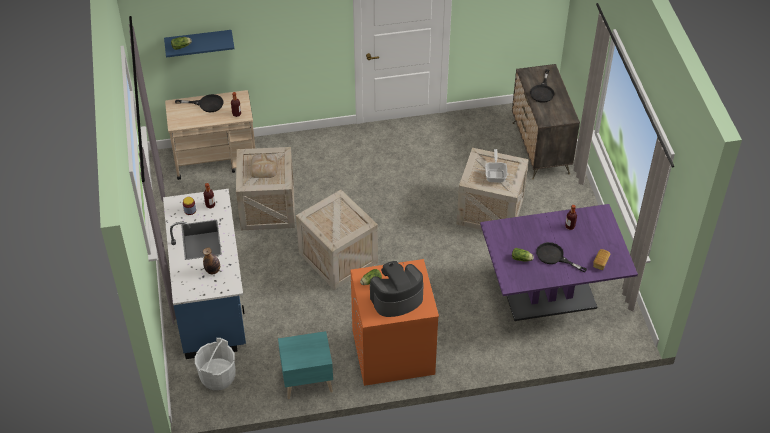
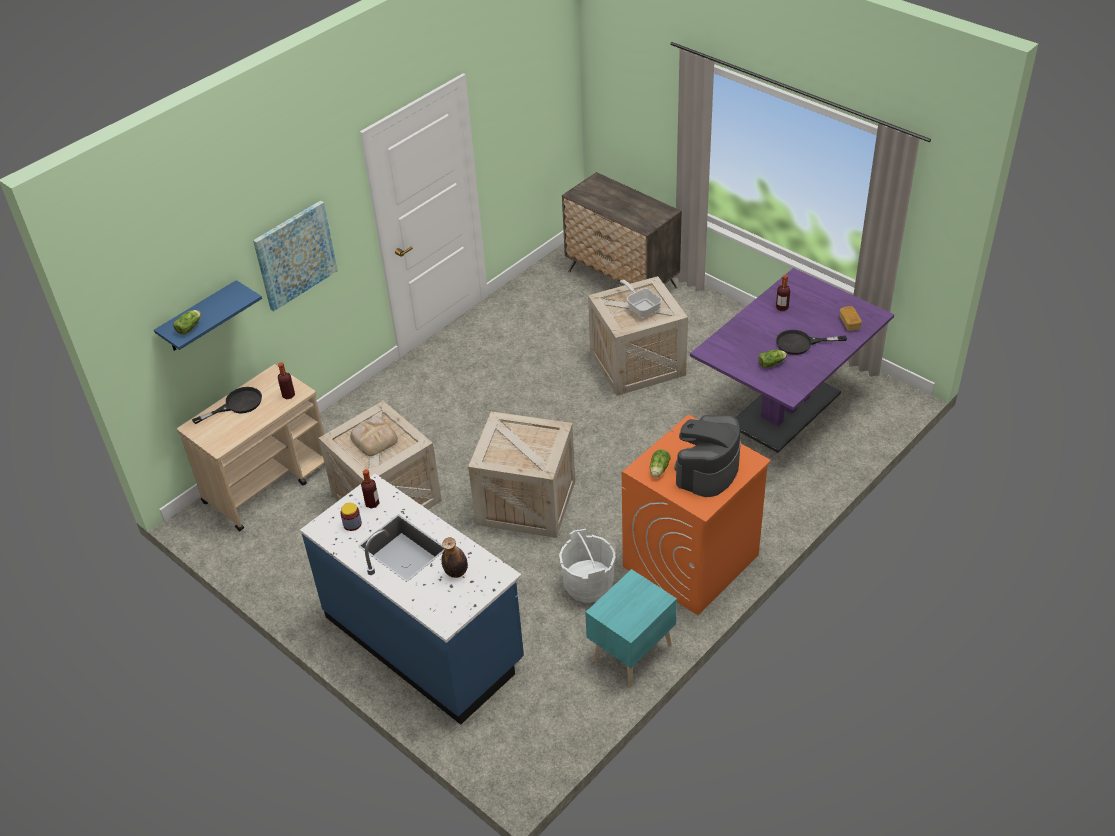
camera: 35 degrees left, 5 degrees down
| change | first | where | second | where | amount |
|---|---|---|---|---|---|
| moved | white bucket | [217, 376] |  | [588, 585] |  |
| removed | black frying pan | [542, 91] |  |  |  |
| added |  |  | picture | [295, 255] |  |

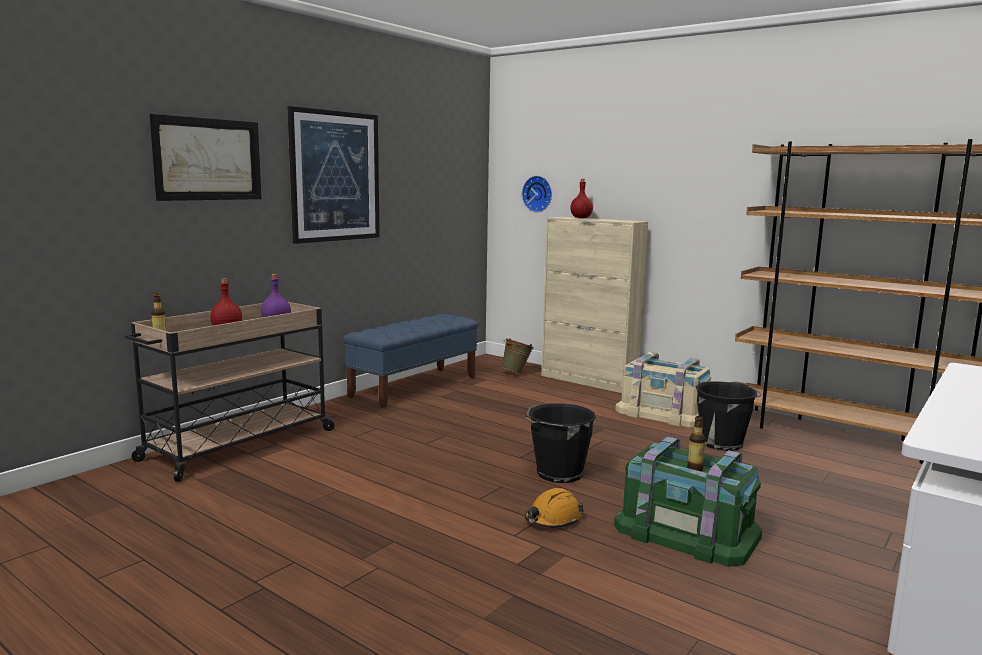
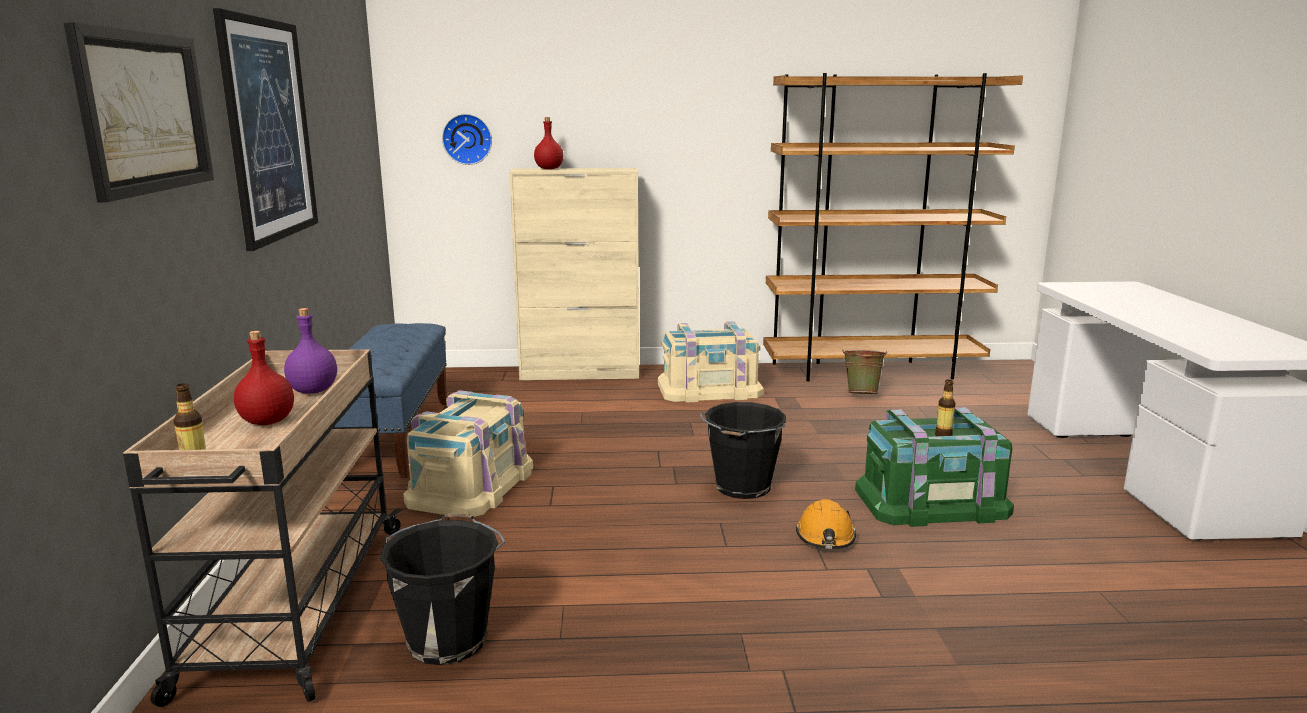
camera: 40 degrees left, 5 degrees up
| change | first | where | second | where | amount |
|---|---|---|---|---|---|
| moved | green bucket | [517, 373] |  | [862, 394] |  |
| moved | black bucket | [722, 443] |  | [448, 638] |  |
| added |  |  | beige storage box | [470, 484] |  |

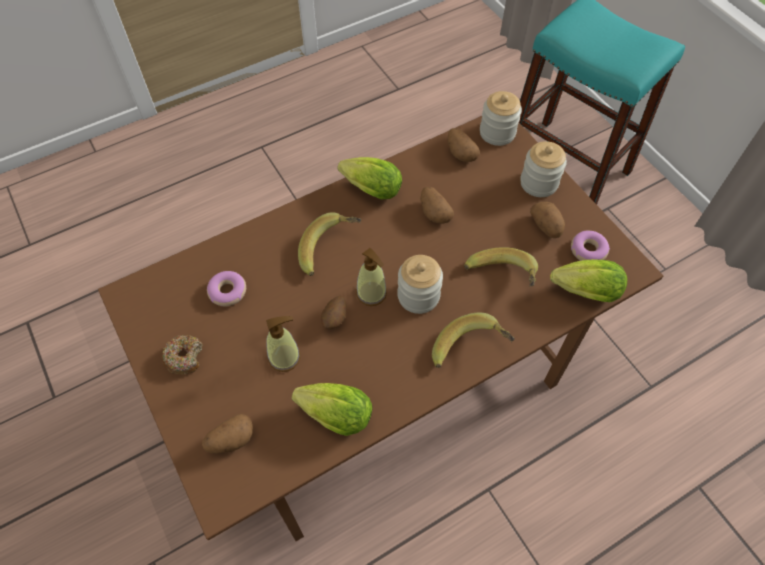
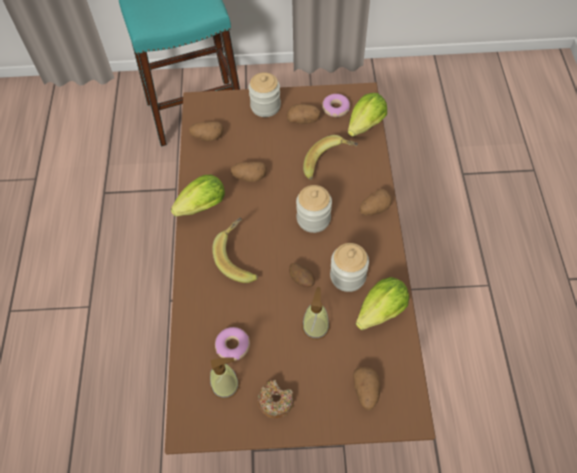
camera: 60 degrees left, 0 degrees up
| change | first | where | second | where | amount |
|---|---|---|---|---|---|
| moved | soap dispenser | [371, 293] |  | [225, 385] |  |
| replaced | banana | [470, 351] | potato | [374, 209] |  |
| moved | jar | [497, 132] |  | [348, 276] |  |

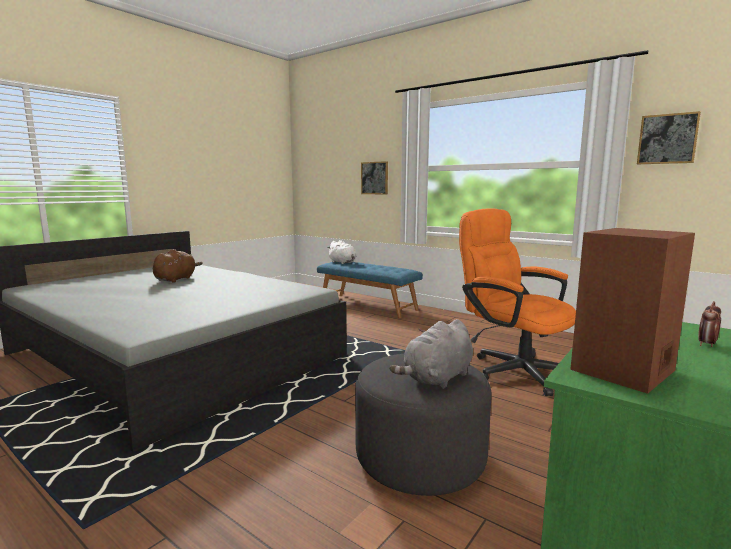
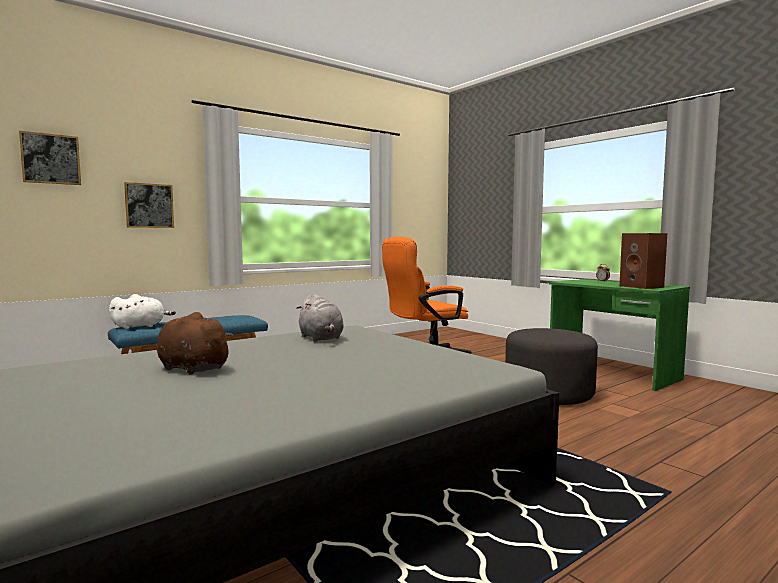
camera: 75 degrees left, 5 degrees down
| change | first | where | second | where | amount |
|---|---|---|---|---|---|
| moved | grey plush toy | [437, 378] |  | [321, 338] |  |
| moved | picture | [667, 139] |  | [51, 159] |  |

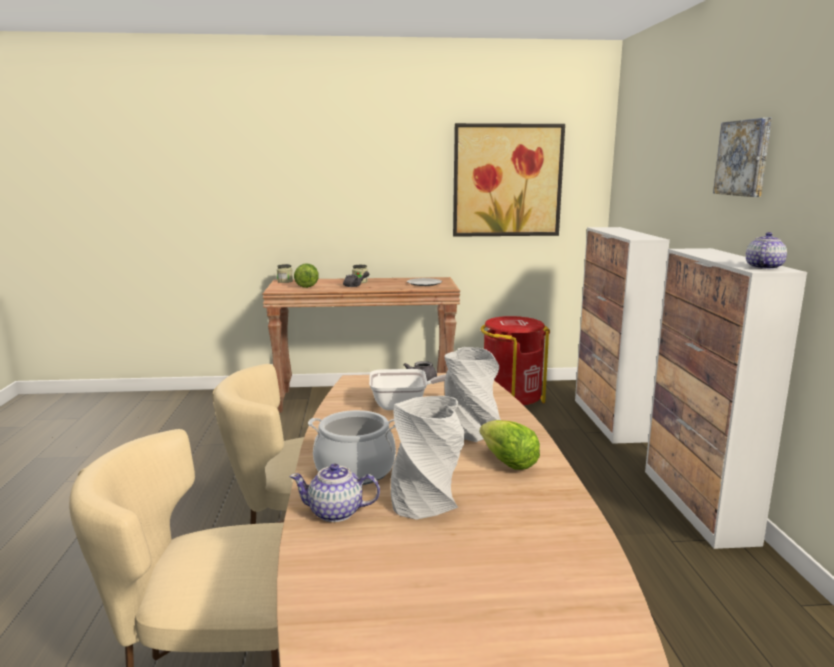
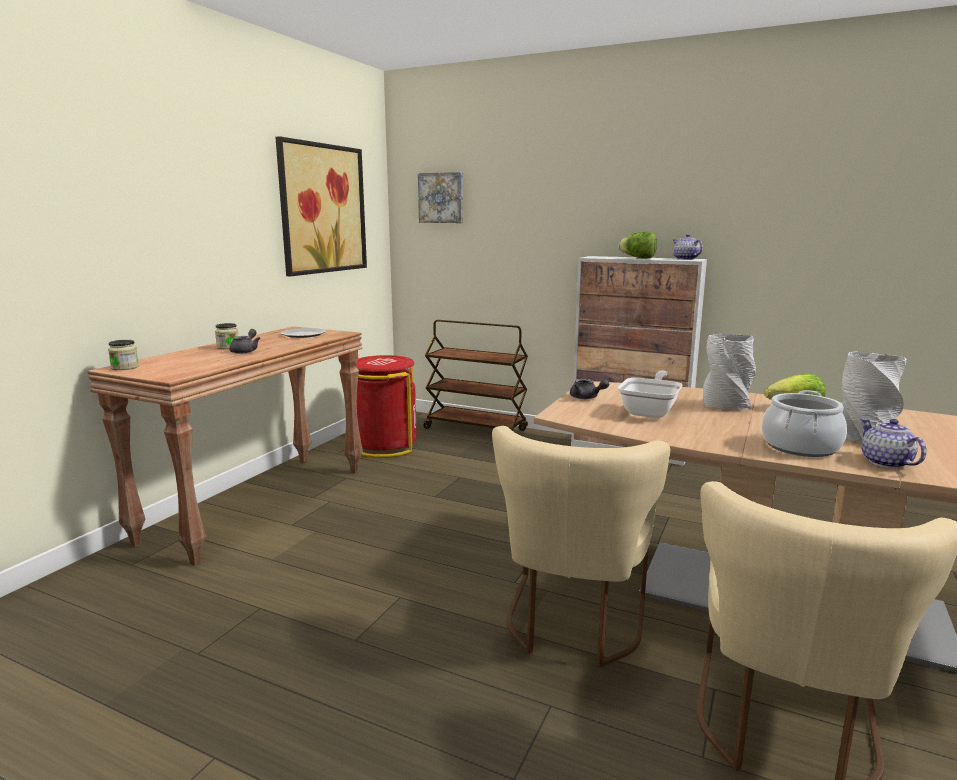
camera: 60 degrees left, 0 degrees up
| change | first | where | second | where | amount |
|---|---|---|---|---|---|
| turned | teapot | [336, 512] |  | [886, 463] | 135 degrees clockwise |
| moved | lettuce | [307, 286] |  | [638, 258] |  |
| replaced | cabinet | [608, 420] | brown cart | [476, 429] |  |
| moved | picture | [744, 158] |  | [441, 198] |  |

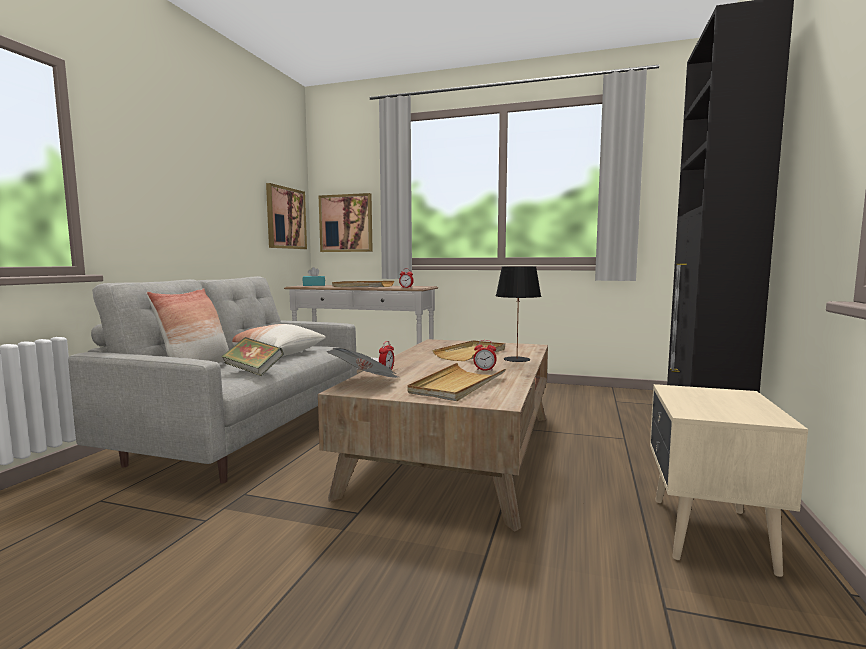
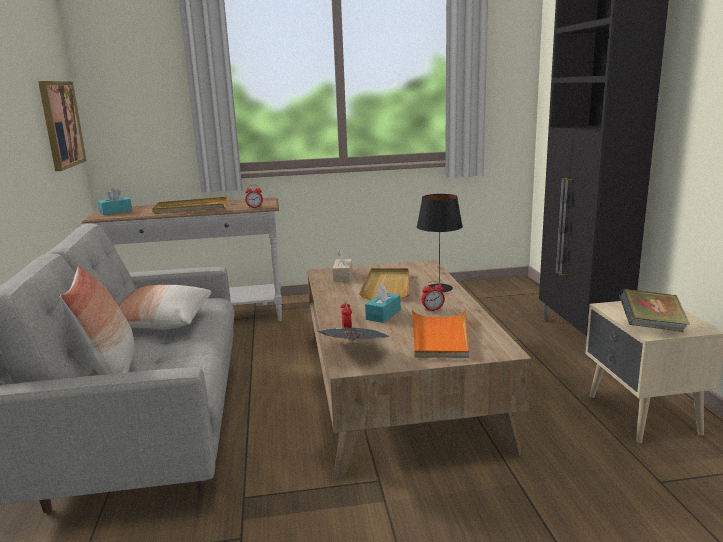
camera: 25 degrees left, 10 degrees up
| change | first | where | second | where | amount |
|---|---|---|---|---|---|
| moved | book | [253, 371] |  | [651, 327] |  |
| removed | picture | [346, 223] |  |  |  |
| recoloured | beige tray | [457, 385] | orange tray | [439, 336] |  |
| added |  |  | beige tissue box | [343, 276] |  |
| added |  |  | turquoise tissue box | [383, 315] |  |

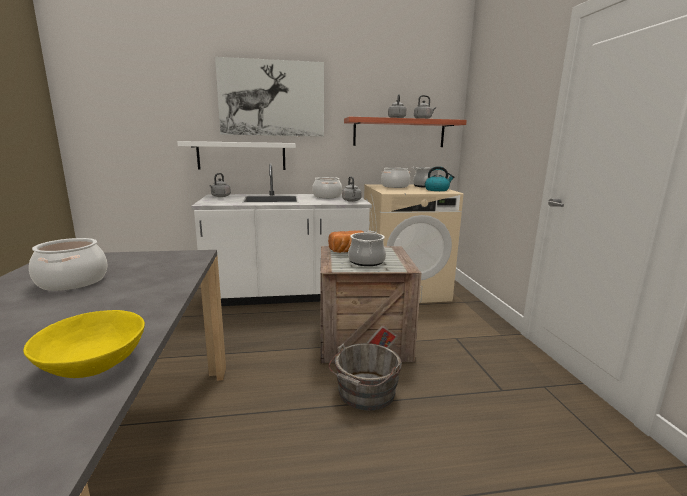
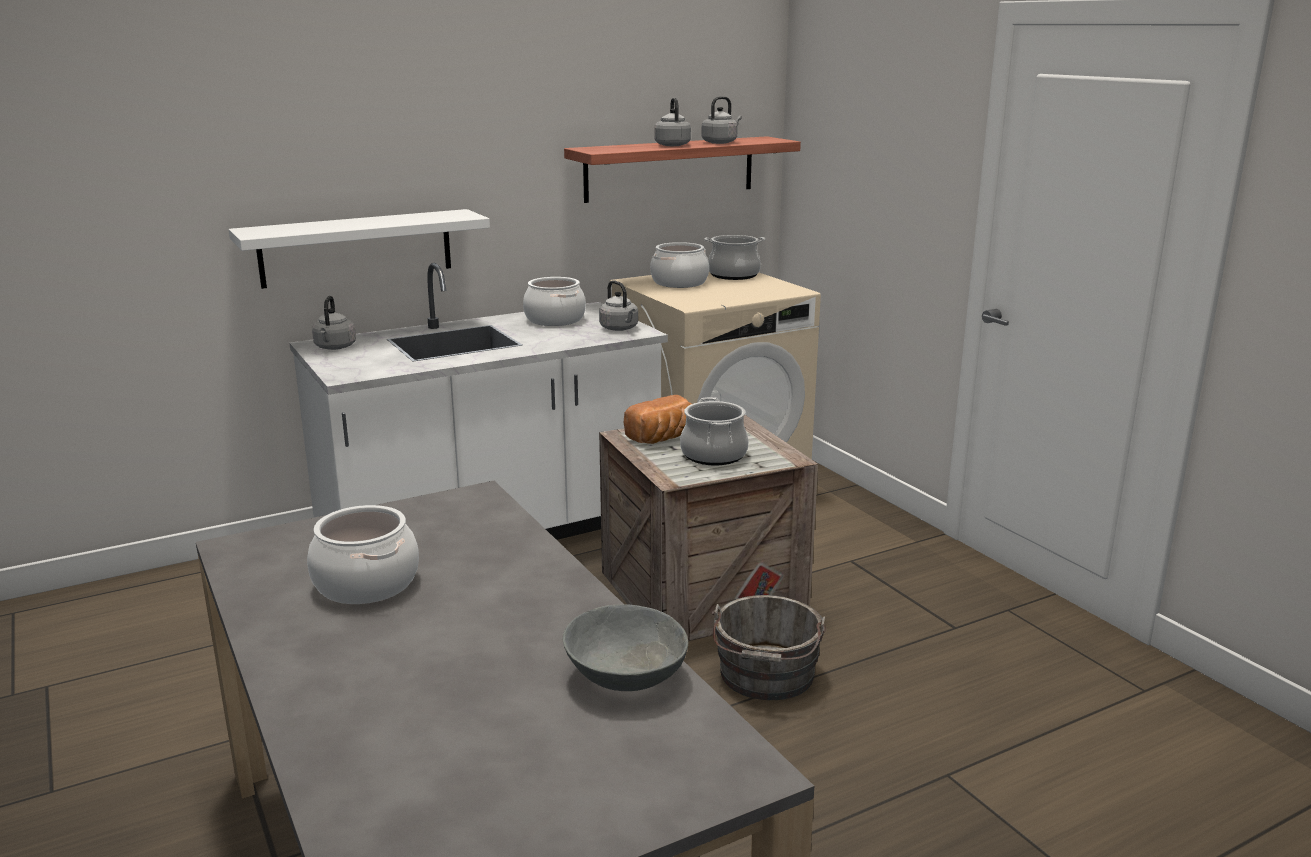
camera: 20 degrees left, 5 degrees up
| change | first | where | second | where | amount |
|---|---|---|---|---|---|
| recoloured | yellow bowl | [93, 364] | grey bowl | [624, 675] |  |
| removed | picture | [272, 98] |  |  |  |
| removed | kettle | [437, 190] |  |  |  |

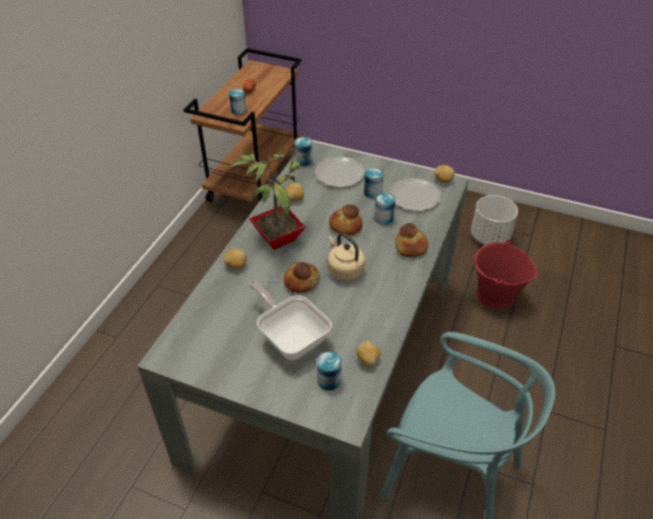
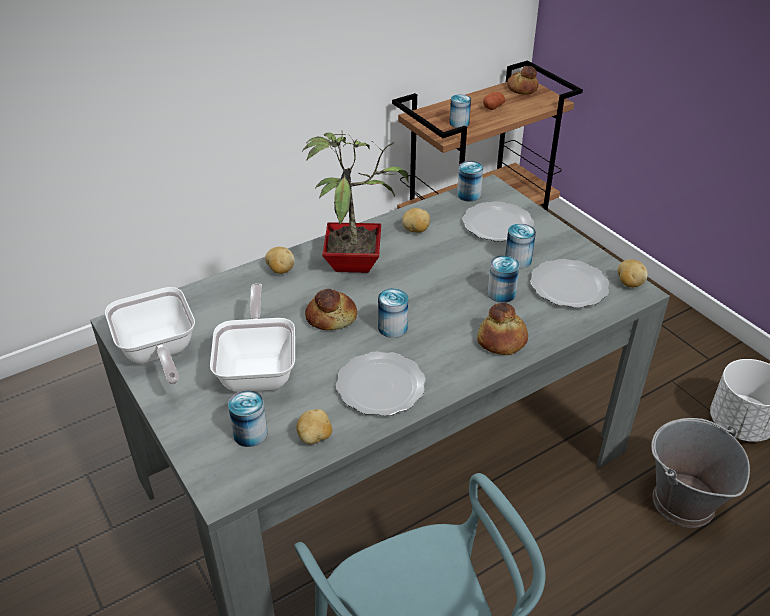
camera: 35 degrees right, 5 degrees down
| change | first | where | second | where | amount |
|---|---|---|---|---|---|
| replaced | beige kettle | [344, 269] | can | [392, 328] |  |
| moved | bread | [345, 226] |  | [521, 89] |  |
| recoloured | red bucket | [495, 296] | grey bucket | [682, 502] |  |
| added |  |  | frying pan | [158, 353] |  |
| added |  |  | plate | [379, 386] |  |

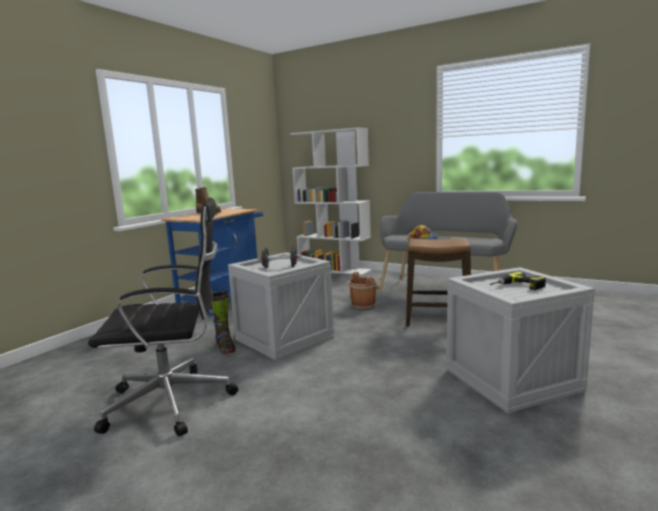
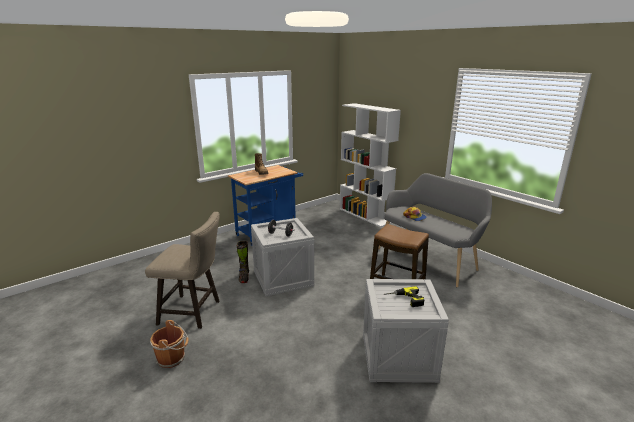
camera: 20 degrees right, 10 degrees up
| change | first | where | second | where | amount |
|---|---|---|---|---|---|
| replaced | black office chair | [174, 402] | beige stool | [194, 312] |  |
| moved | brown bucket | [364, 306] |  | [172, 358] |  |

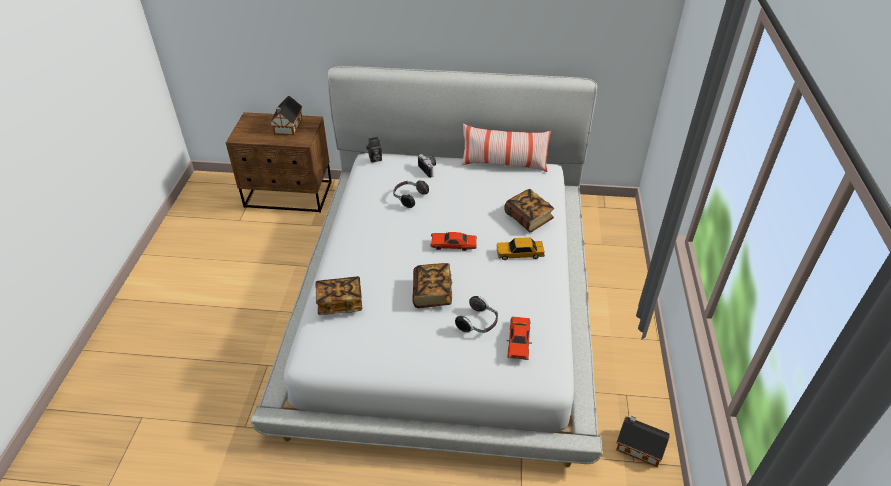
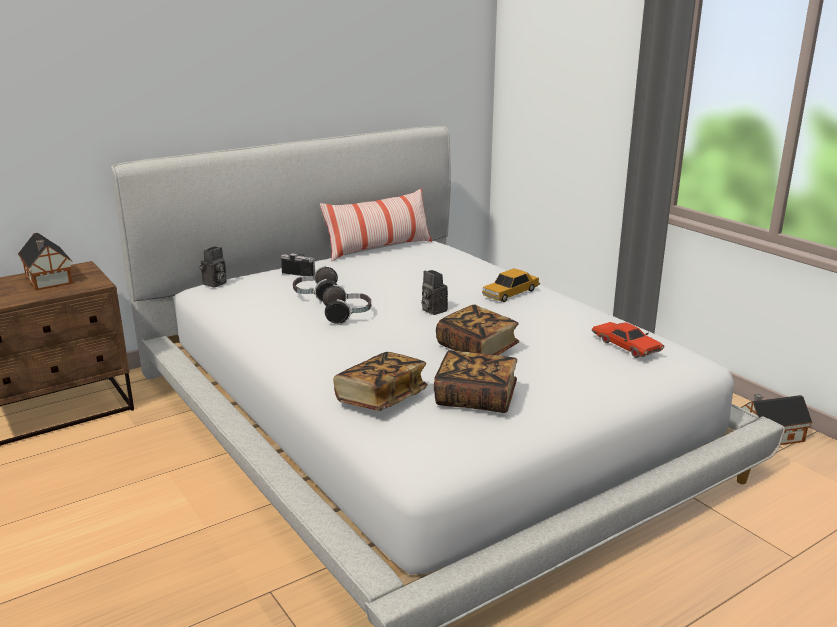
camera: 40 degrees left, 20 degrees down
| change | first | where | second | where | amount |
|---|---|---|---|---|---|
| replaced | red toy car | [453, 245] | photo camera | [432, 310] |  |
| moved | headphones | [478, 323] |  | [347, 315] |  |
| moved | book | [528, 218] |  | [475, 398] |  |

